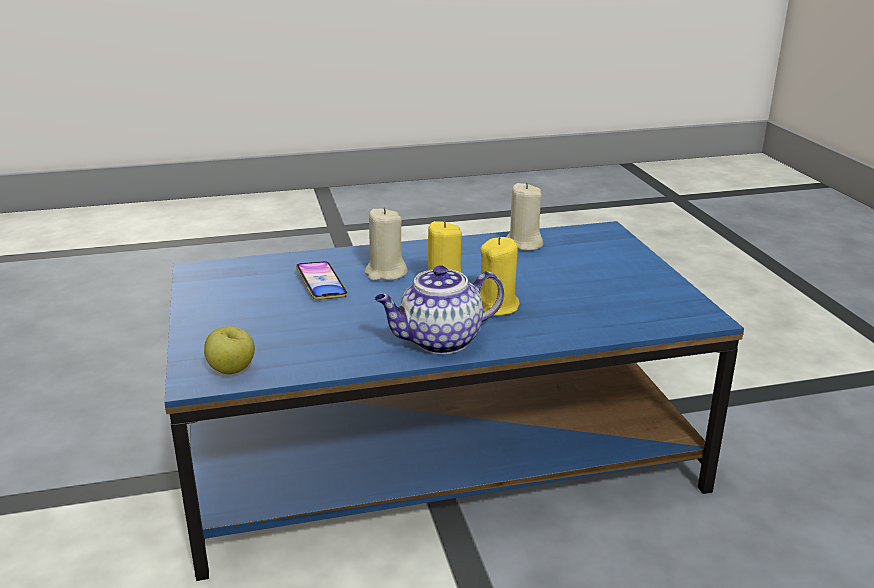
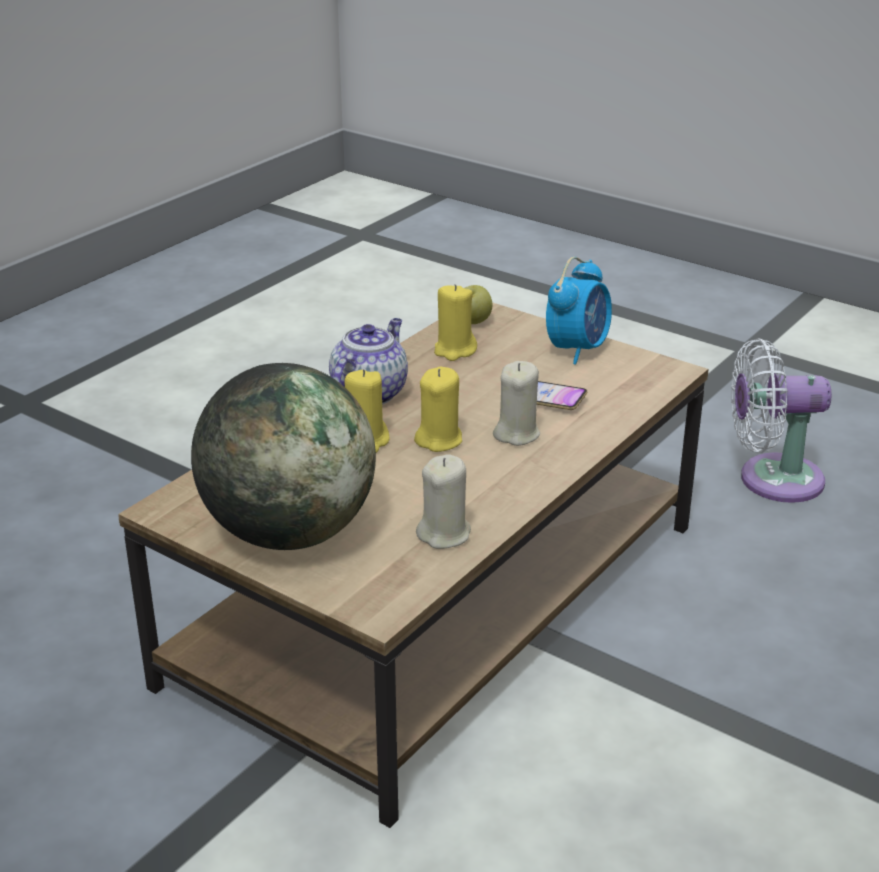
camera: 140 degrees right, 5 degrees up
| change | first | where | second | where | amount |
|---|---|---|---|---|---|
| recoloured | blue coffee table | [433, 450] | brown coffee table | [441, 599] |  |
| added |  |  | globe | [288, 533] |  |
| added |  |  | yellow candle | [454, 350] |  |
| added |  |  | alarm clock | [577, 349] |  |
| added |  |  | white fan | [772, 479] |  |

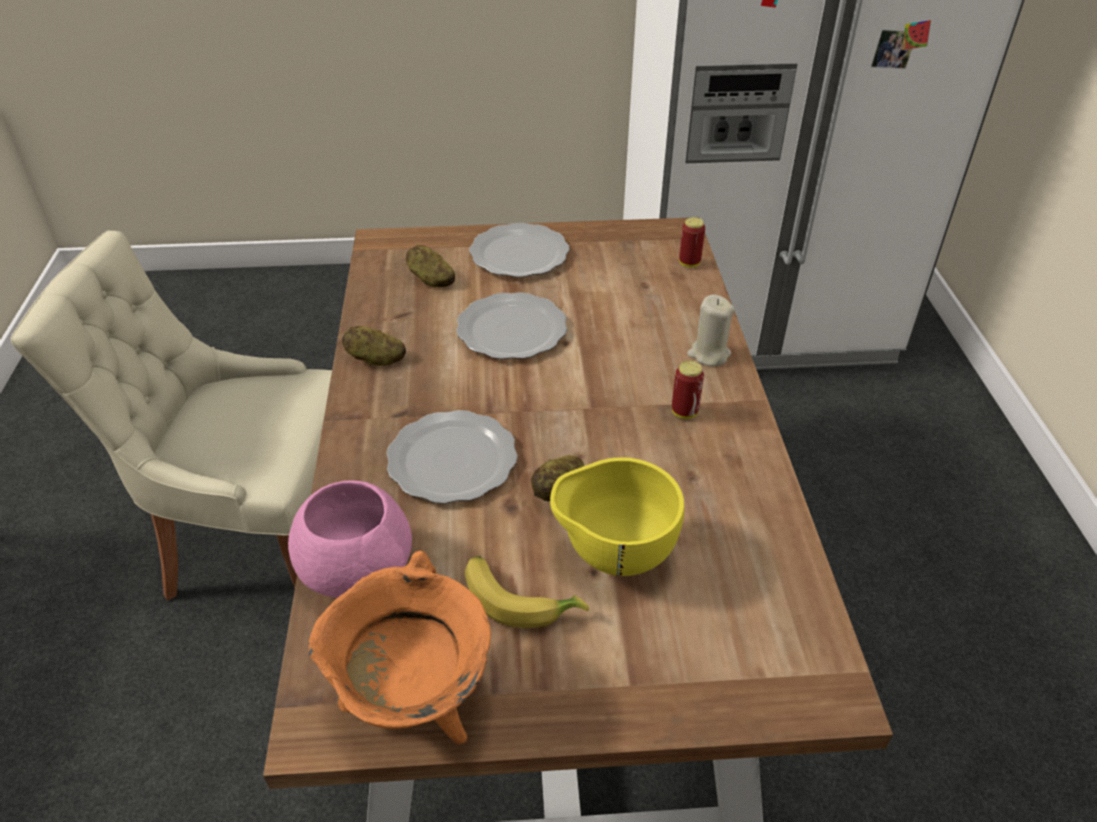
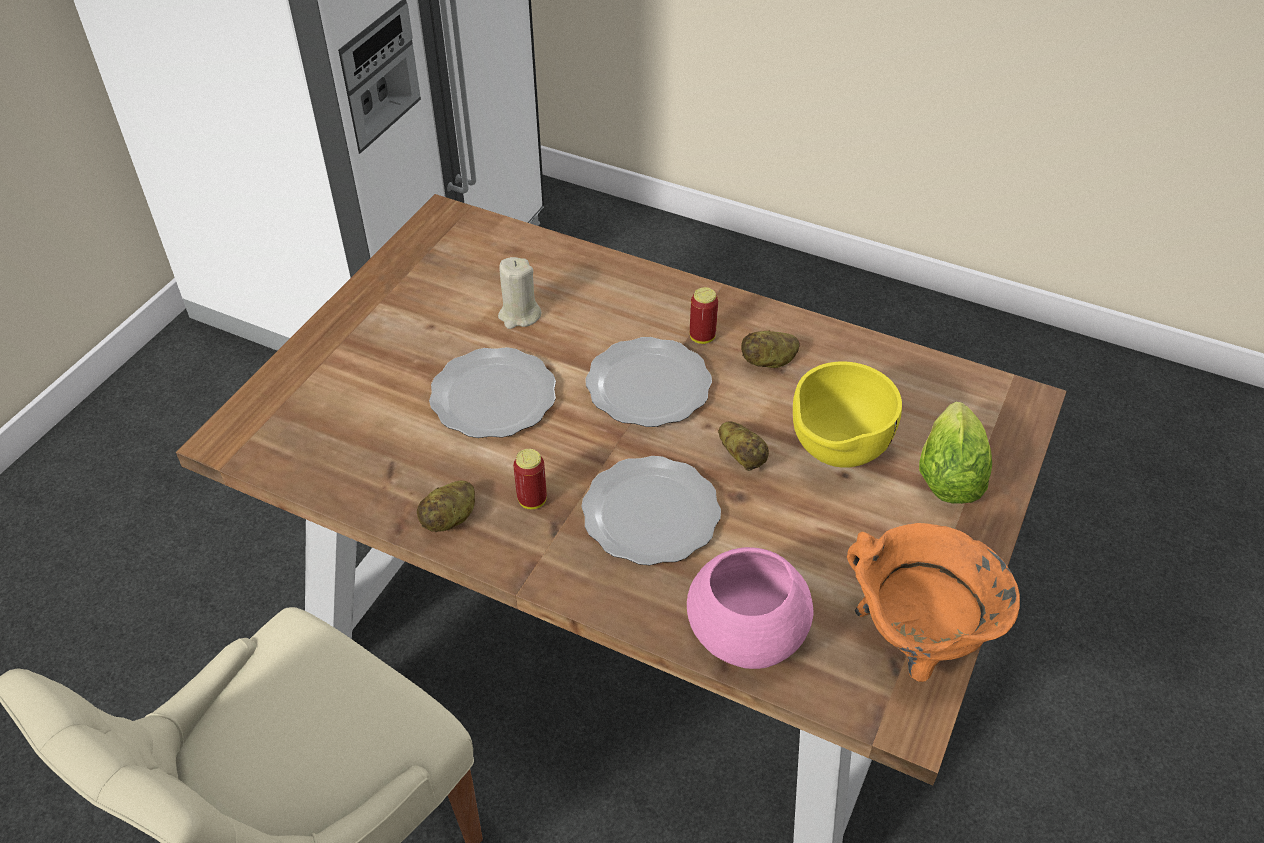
camera: 60 degrees left, 5 degrees up
| change | first | where | second | where | amount |
|---|---|---|---|---|---|
| moved | potato | [431, 280] |  | [769, 362] |  |
| removed | banana | [520, 598] |  |  |  |
| moved | plate | [518, 253] |  | [646, 386] |  |
| moved | can | [689, 263] |  | [532, 500] |  |
| moved | beige candle | [708, 354] |  | [519, 315] |  |
| added |  |  | lettuce | [949, 471] |  |

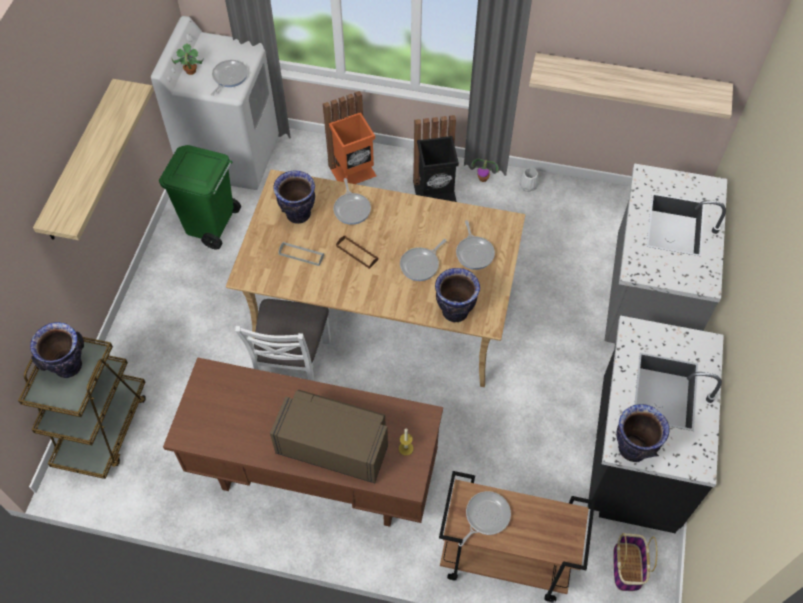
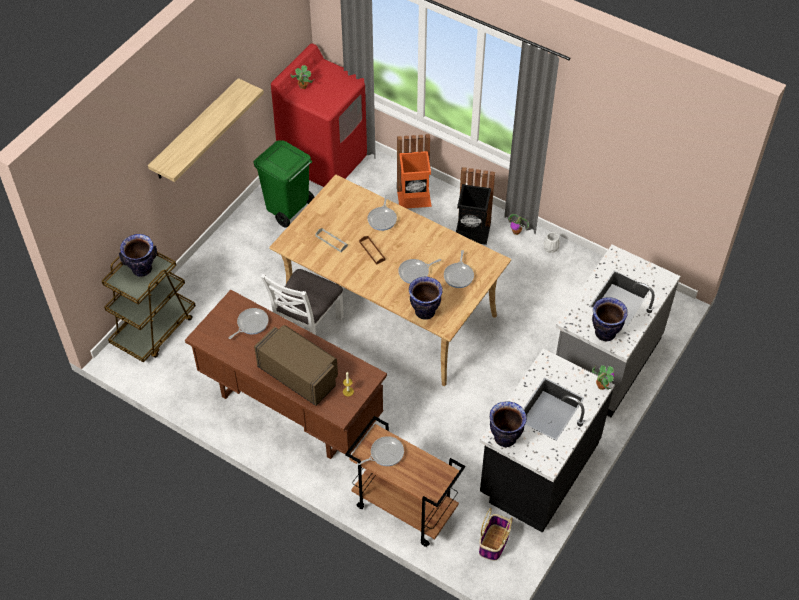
camera: 20 degrees right, 5 degrees down
| change | first | where | second | where | amount |
|---|---|---|---|---|---|
| recoloured | white washing machine | [231, 154] | red washing machine | [325, 158] |  |
| moved | frying pan | [229, 77] |  | [251, 324] |  |
| moved | vase | [298, 214] |  | [604, 333] |  |
| removed | shelf | [629, 80] |  |  |  |
| added |  |  | potted plant | [601, 385] |  |

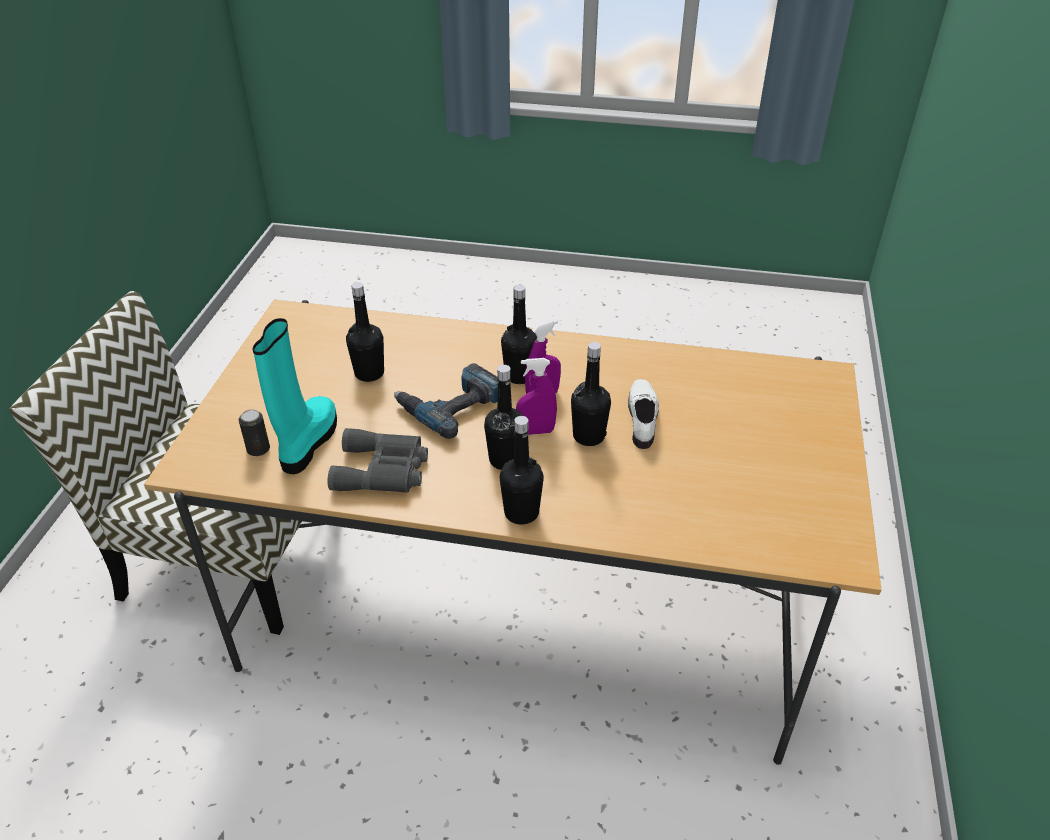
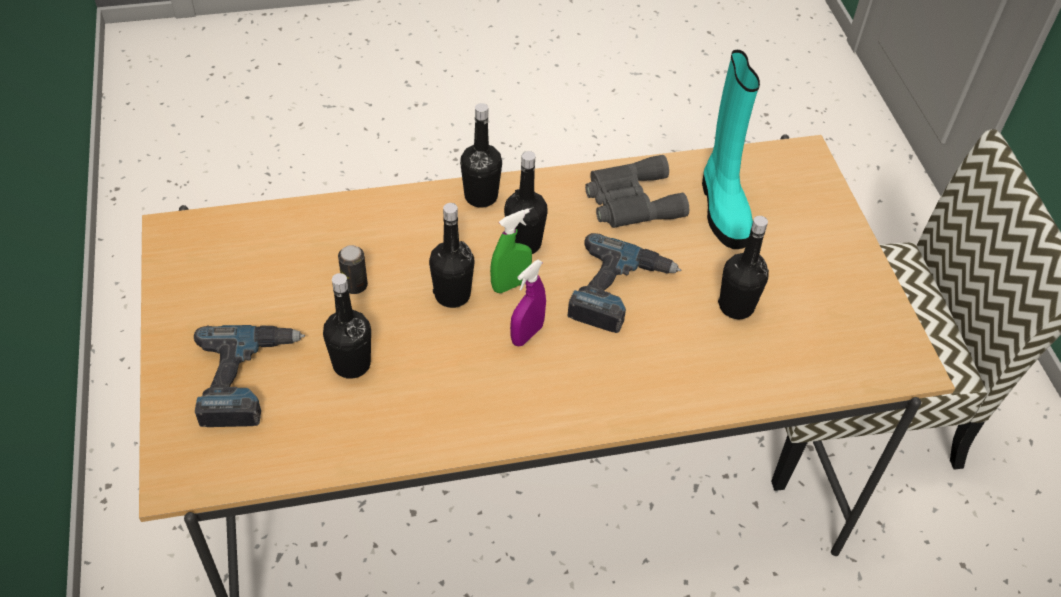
camera: 155 degrees right, 10 degrees up
| change | first | where | second | where | amount |
|---|---|---|---|---|---|
| moved | can | [258, 449] |  | [355, 285] |  |
| moved | black bottle | [519, 376] |  | [351, 364] |  |
| recoloured | purple spray bottle | [536, 431] | green spray bottle | [510, 284] |  |
| removed | white shoe | [643, 417] |  |  |  |
| added |  |  | power drill | [247, 379] |  |

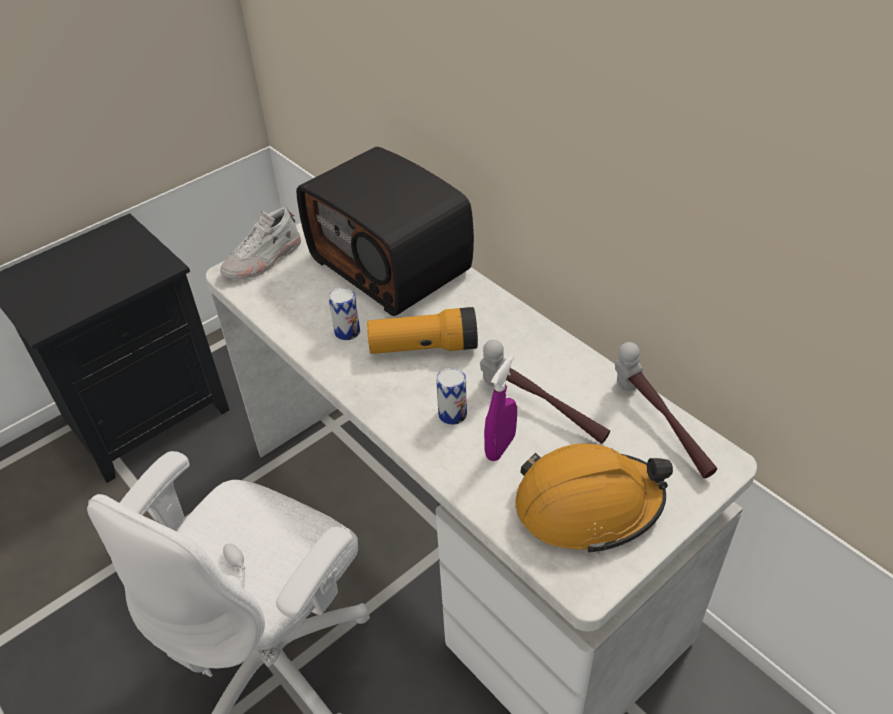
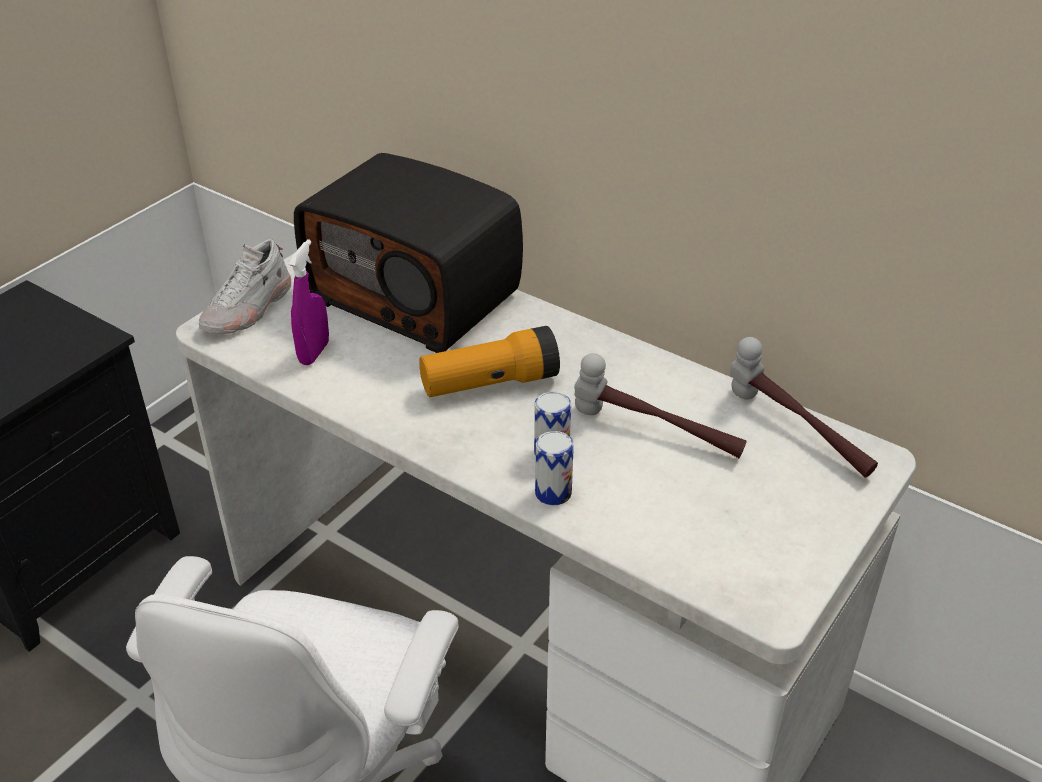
camera: 15 degrees left, 5 degrees down
| change | first | where | second | where | amount |
|---|---|---|---|---|---|
| moved | can | [347, 331] |  | [553, 493] |  |
| moved | purple spray bottle | [500, 447] |  | [314, 353] |  |
| removed | orange hard hat | [588, 505] |  |  |  |

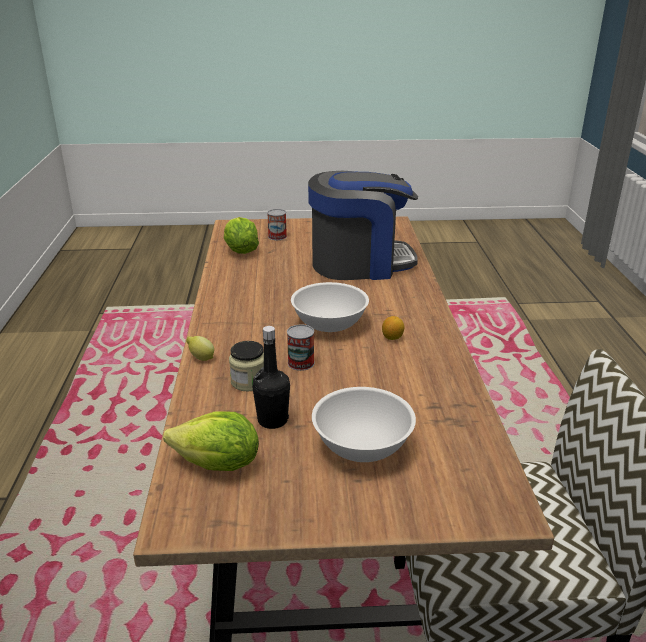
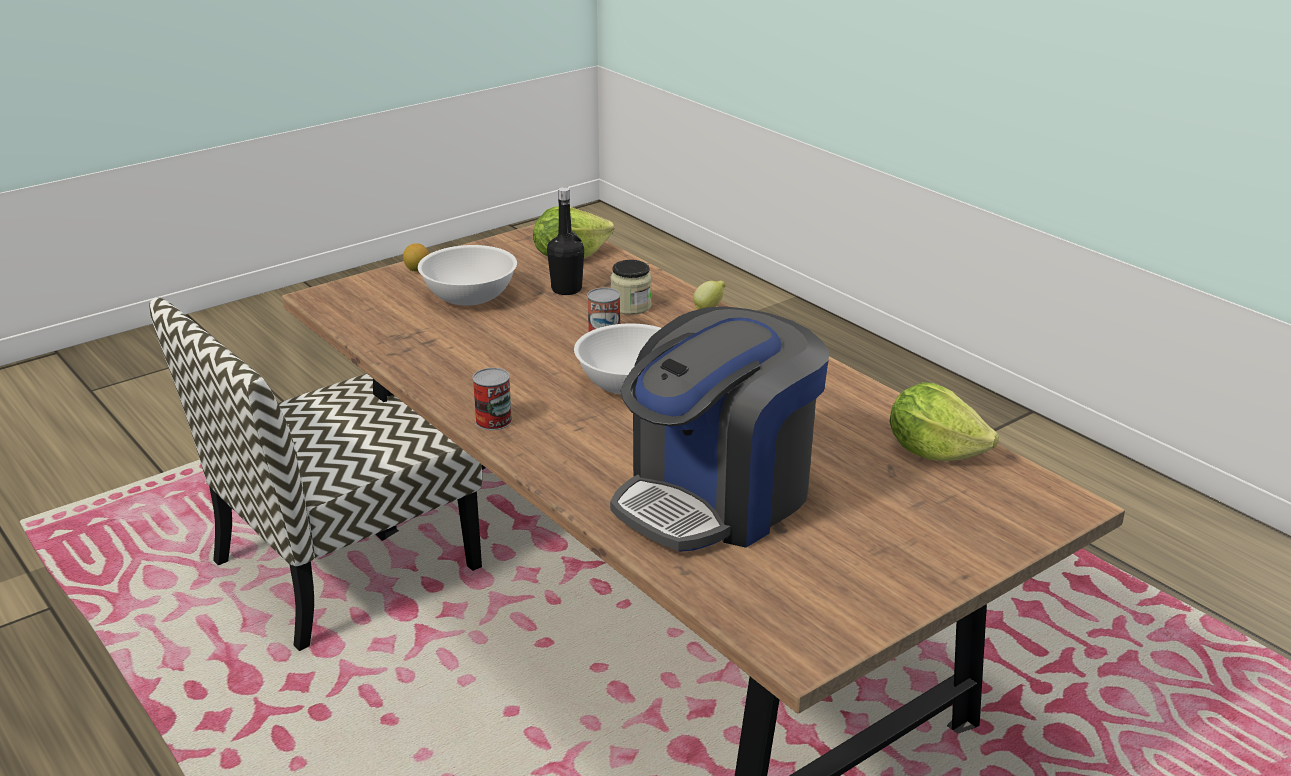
camera: 145 degrees right, 0 degrees up
| change | first | where | second | where | amount |
|---|---|---|---|---|---|
| moved | can | [277, 236] |  | [493, 421] |  |
| moved | lemon | [392, 338] |  | [417, 270] |  |

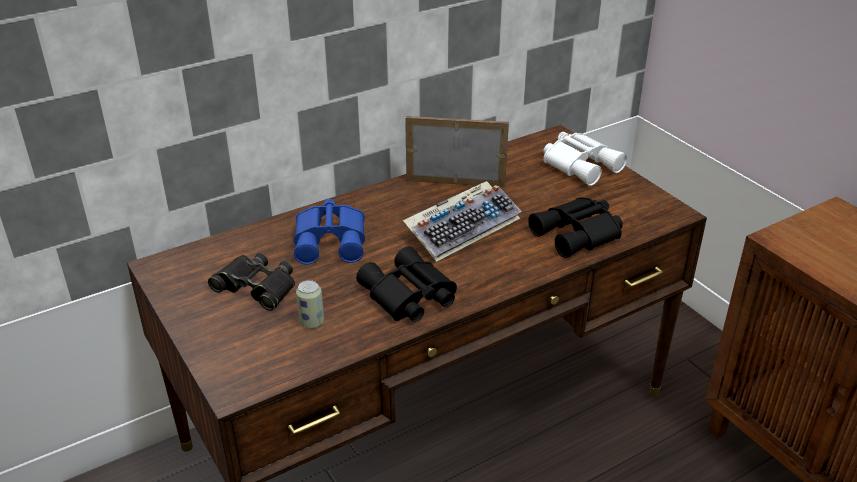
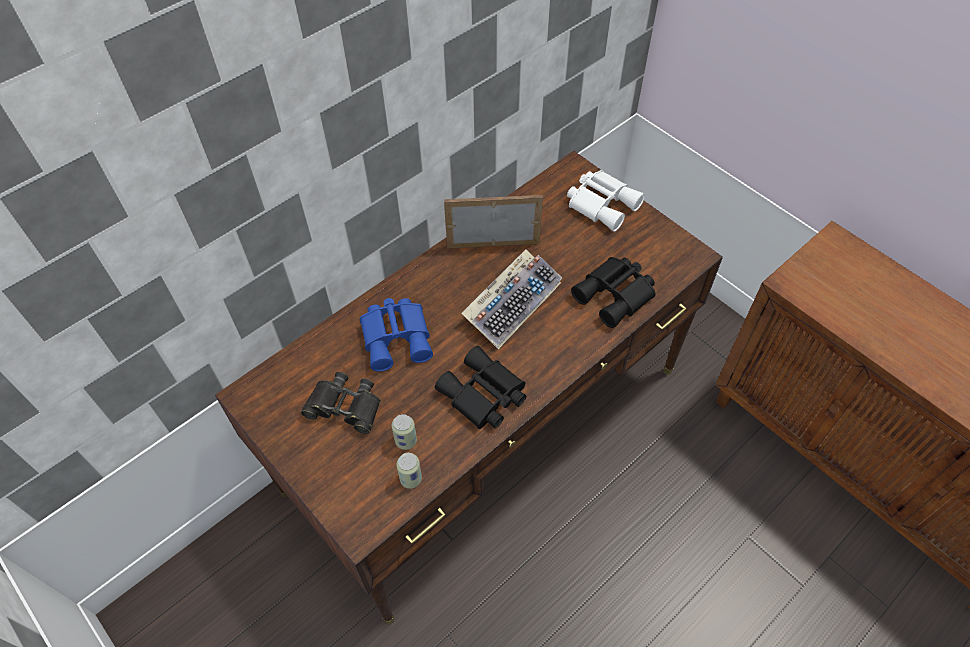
camera: 10 degrees left, 20 degrees up
| change | first | where | second | where | amount |
|---|---|---|---|---|---|
| added |  |  | can | [411, 479] |  |

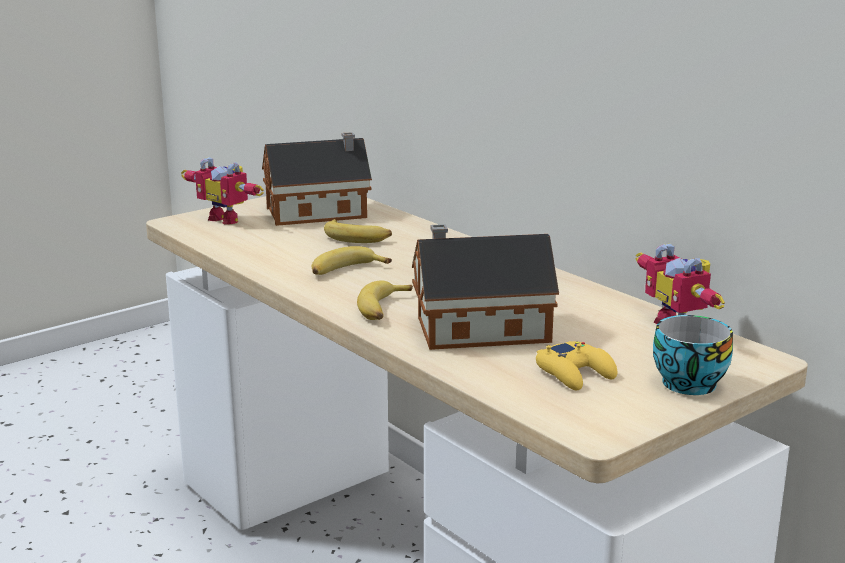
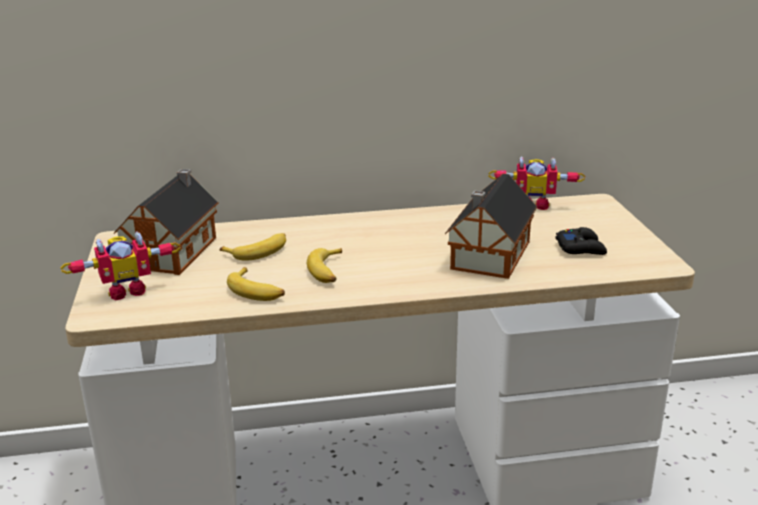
camera: 60 degrees left, 5 degrees up
| change | first | where | second | where | amount |
|---|---|---|---|---|---|
| moved | banana | [383, 309] |  | [257, 291] |  |
| recoloured | yellow game controller | [575, 374] | black game controller | [580, 248] |  |
| removed | cup | [685, 382] |  |  |  |

